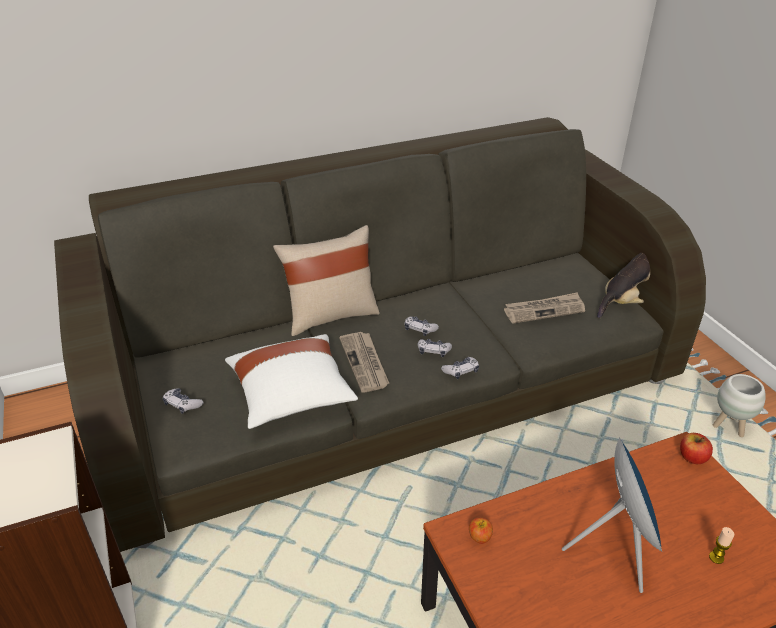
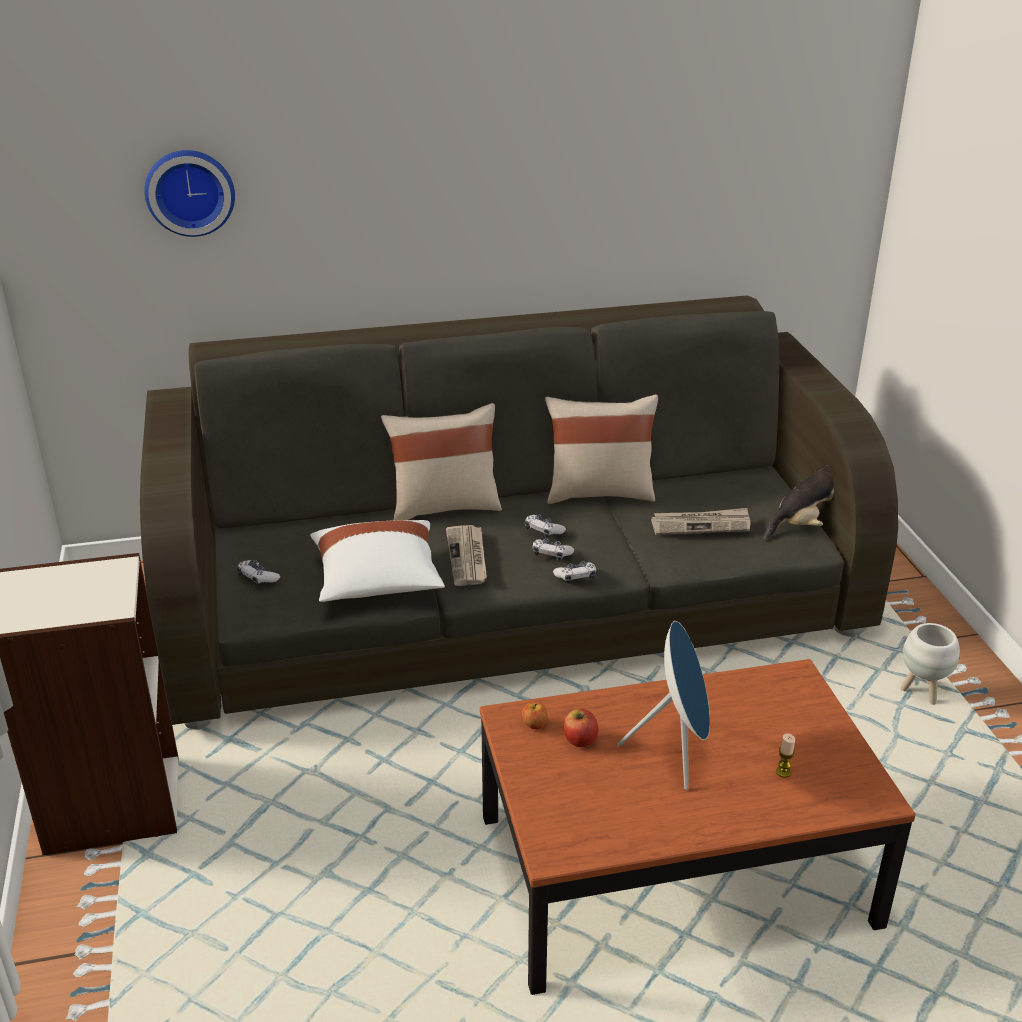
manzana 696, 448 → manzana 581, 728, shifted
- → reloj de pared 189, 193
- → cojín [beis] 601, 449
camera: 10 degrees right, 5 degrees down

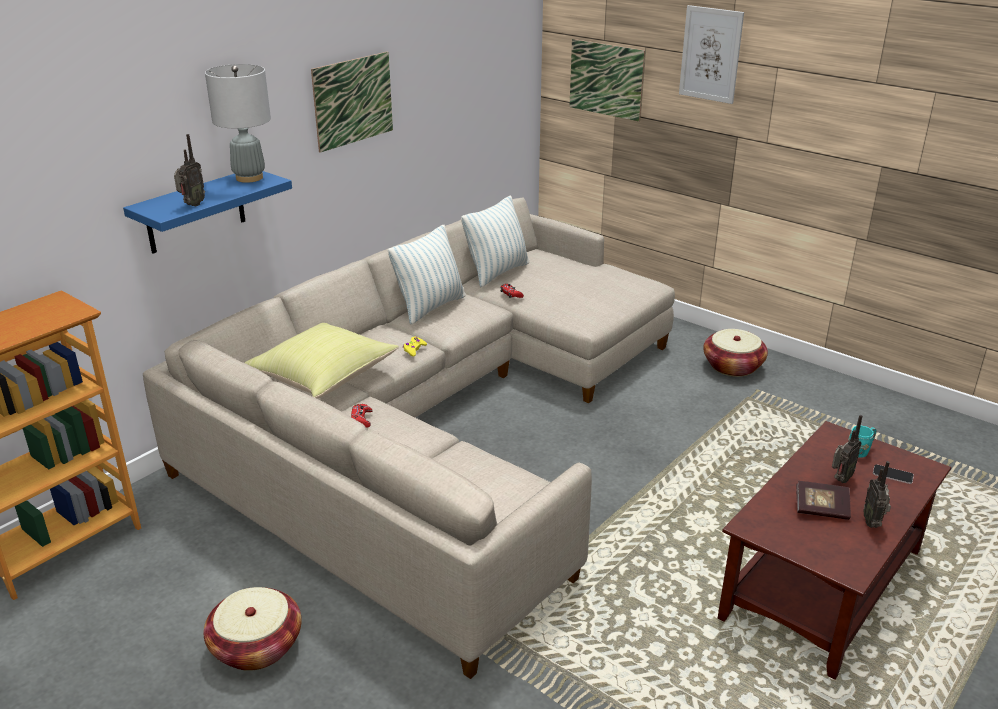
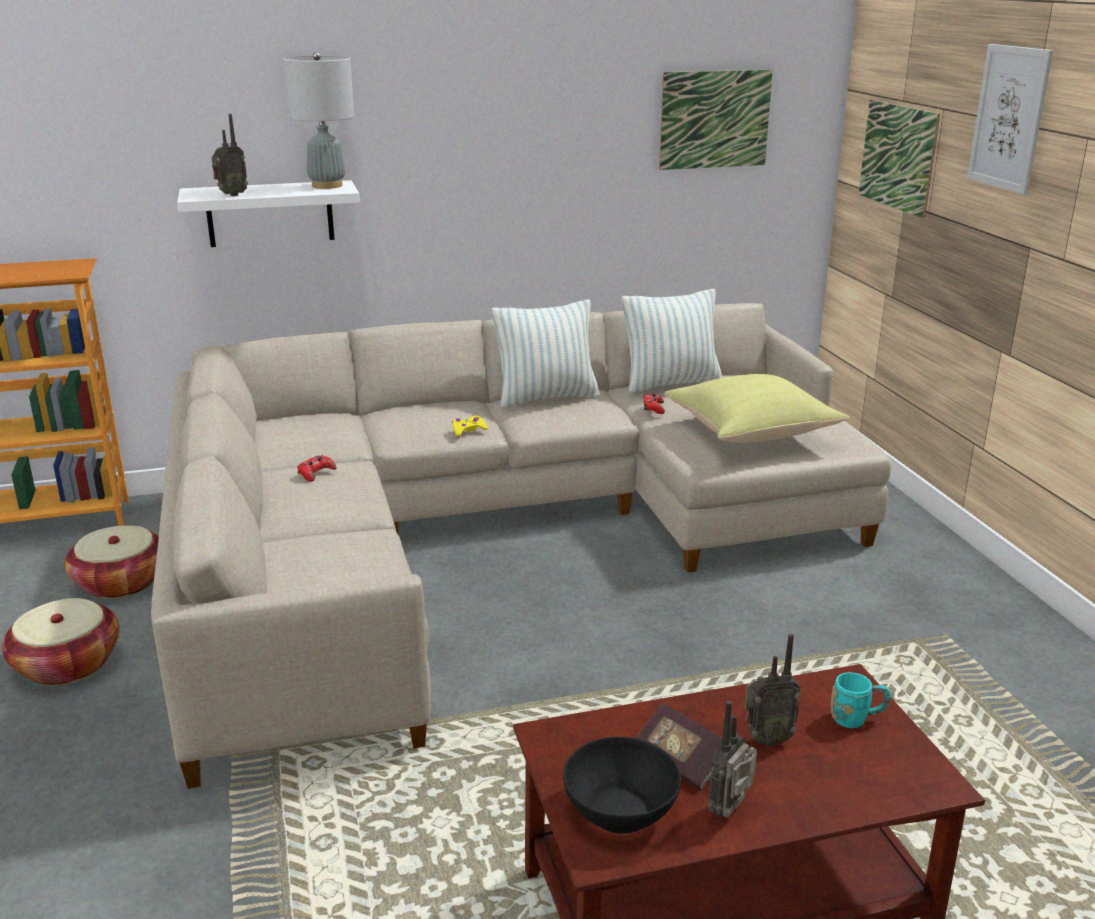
cuadro 352, 102 → cuadro 716, 119, shifted
estante [azul] 207, 212 → estante [blanco] 268, 213
cojín [amarillo] 322, 361 → cojín [amarillo] 757, 408, shifted
cesta 735, 353 → cesta 112, 562, shifted
móvil 893, 474 → -
- → cuenco [negro] 622, 785
camera: 35 degrees right, 5 degrees down

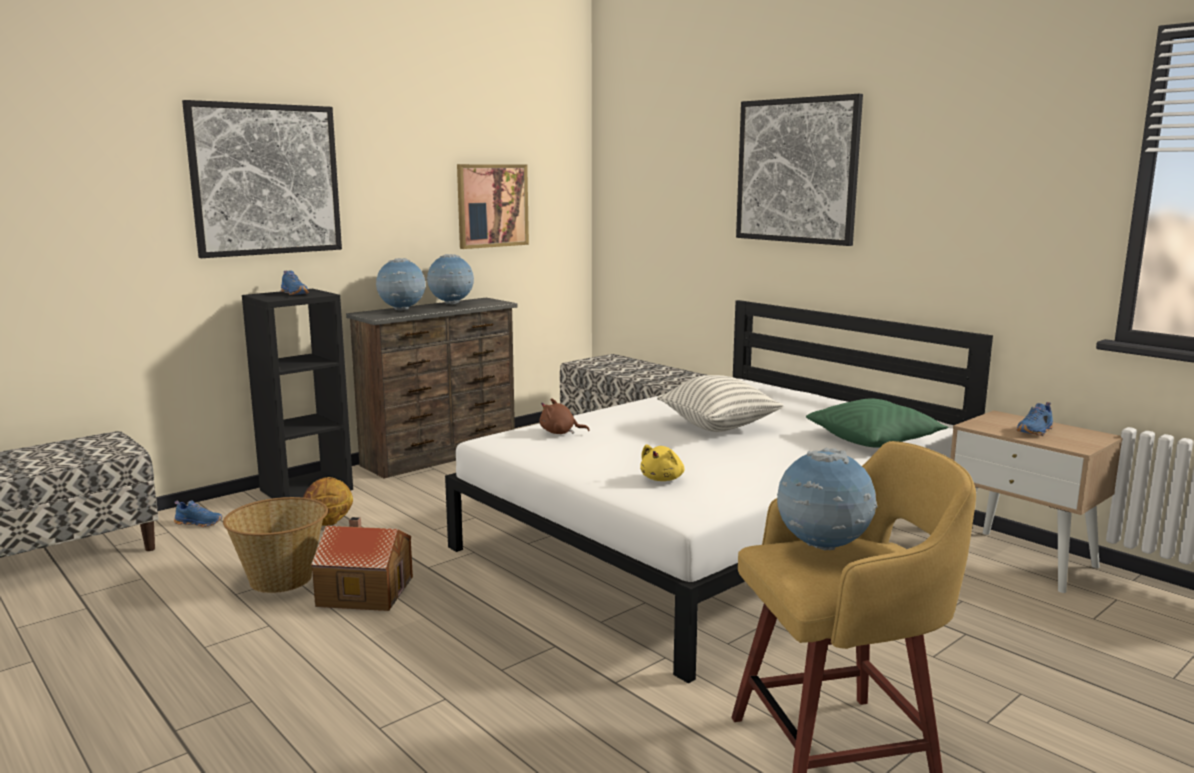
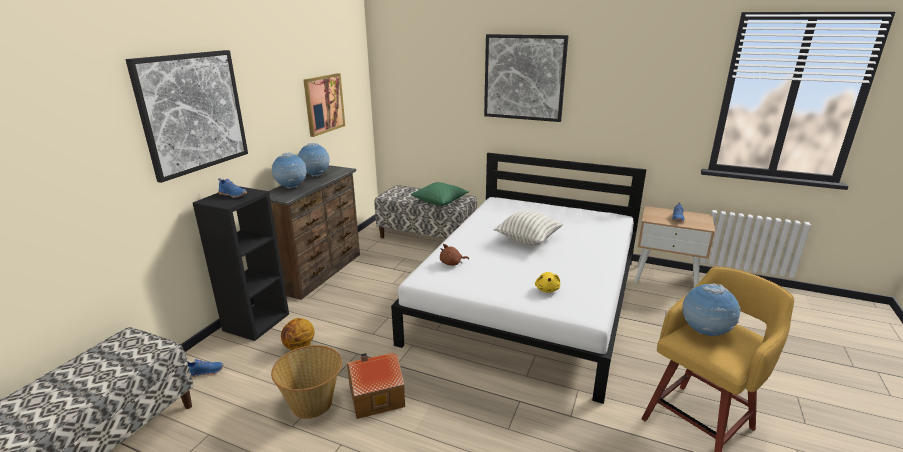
cojín [verde] 877, 423 → cojín [verde] 440, 194, shifted
camera: 25 degrees left, 10 degrees up

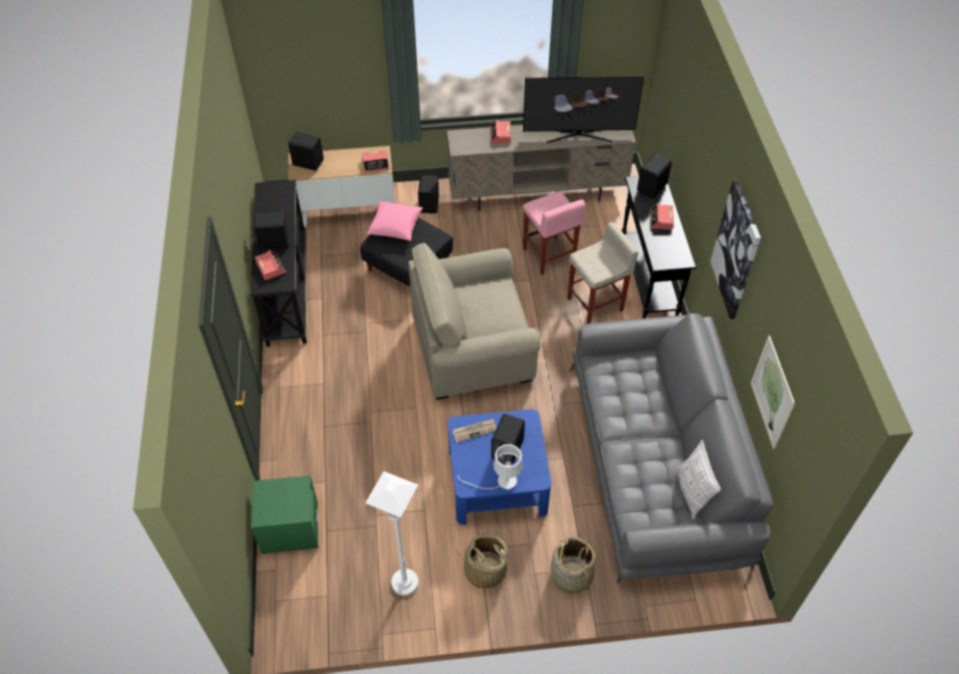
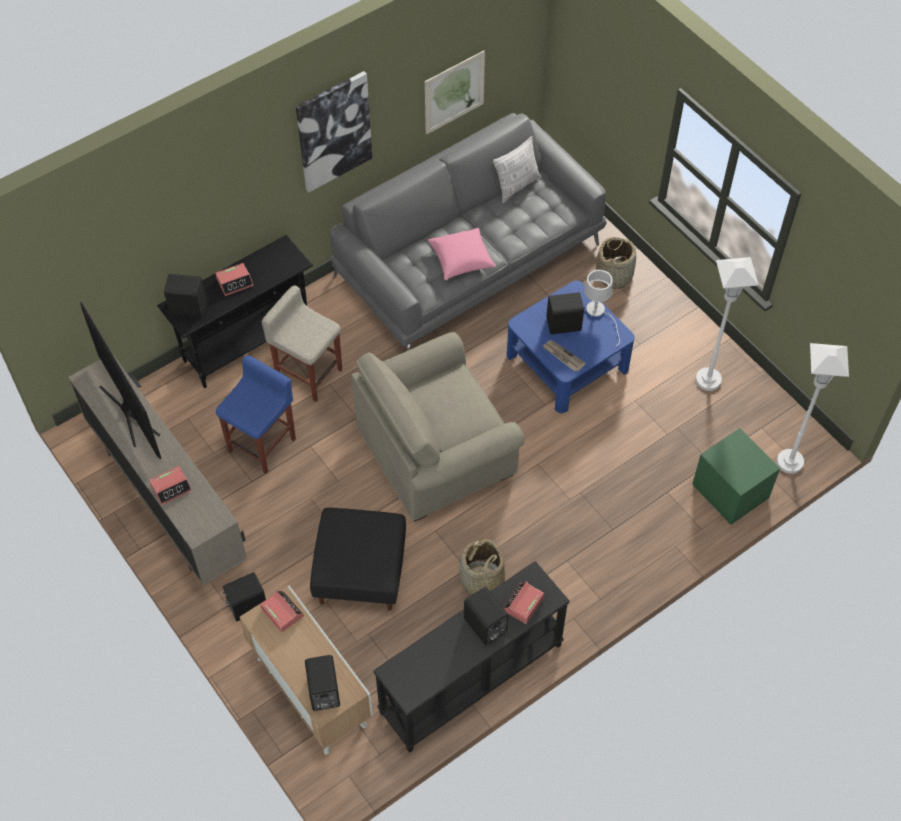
taburete [rosa] 554, 233 → taburete [azul] 256, 414
cojín [rosa] 394, 221 → cojín [rosa] 462, 254, shifted
sillón [beis] 474, 321 → sillón [beis] 438, 427, 105 degrees clockwise
cesta 484, 561 → cesta 482, 567, shifted
- → lámpara de pie [blanco] 813, 408
camera: 120 degrees left, 5 degrees up

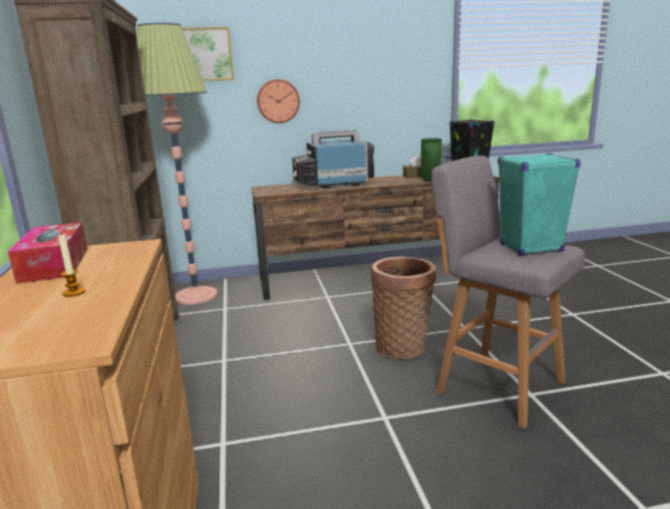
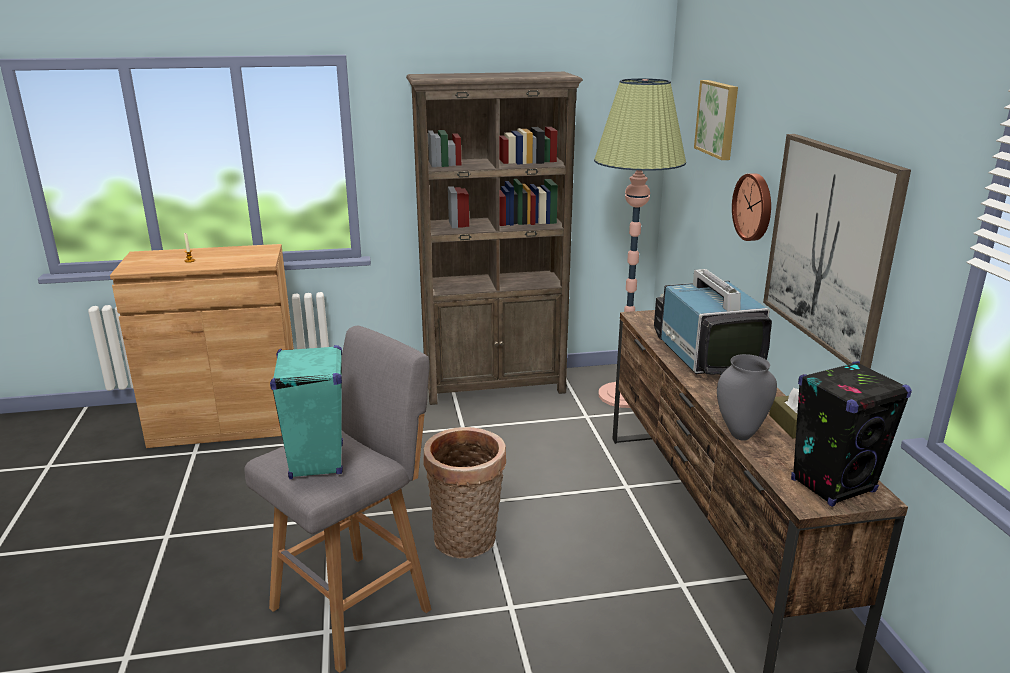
florero [verde] 431, 160 → florero [gris] 747, 397
caja de pañuelos 47, 253 → -
- → cuadro 837, 251
camera: 90 degrees right, 5 degrees up

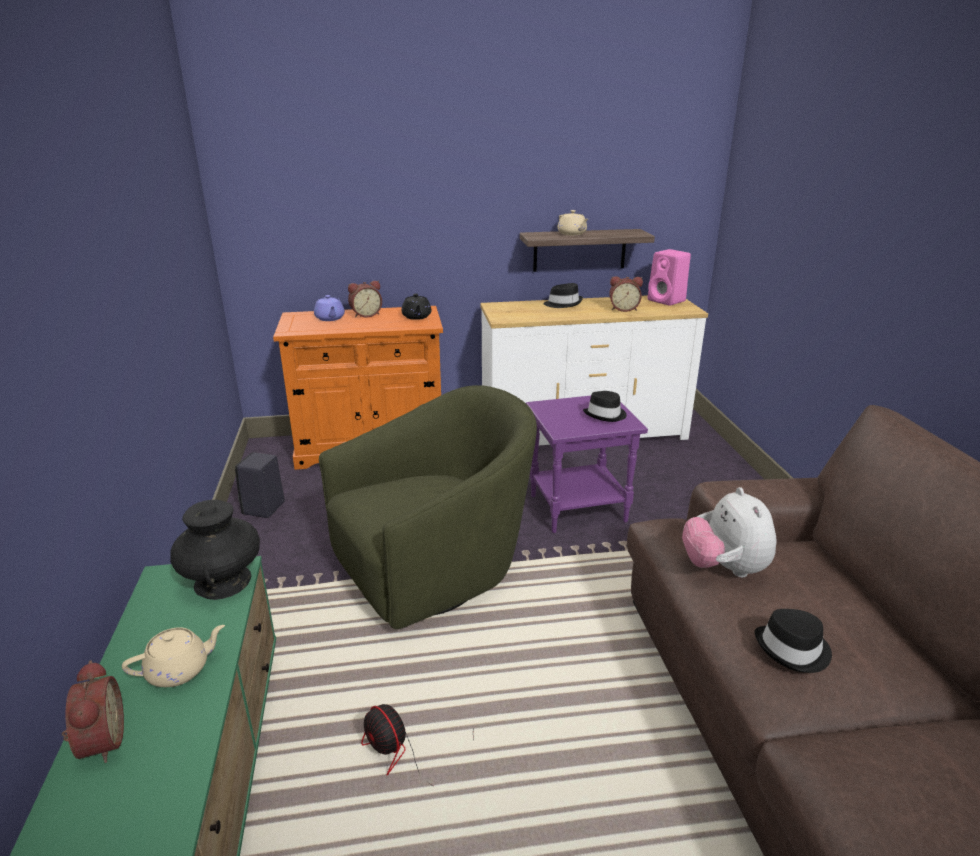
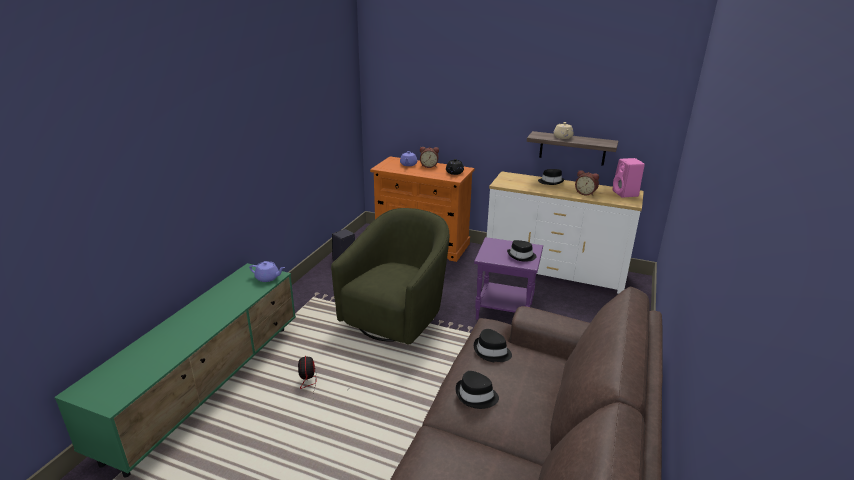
sillón [verde] 428, 507 → sillón [verde] 390, 276, 60 degrees counterclockwise
peluche 729, 532 → sombrero [negro] 493, 345
florero [negro] 215, 550 → tetera [morado] 267, 271
tetera [beis] 173, 656 → -
despertador 93, 711 → -
camera: 30 degrees right, 0 degrees up

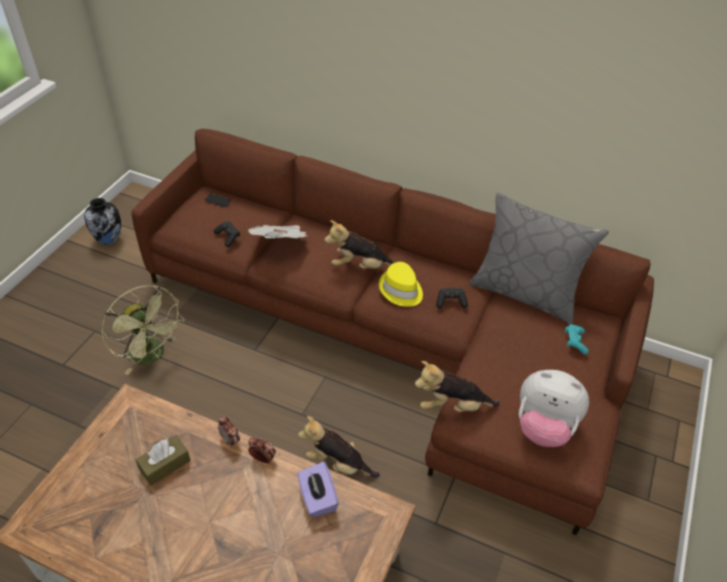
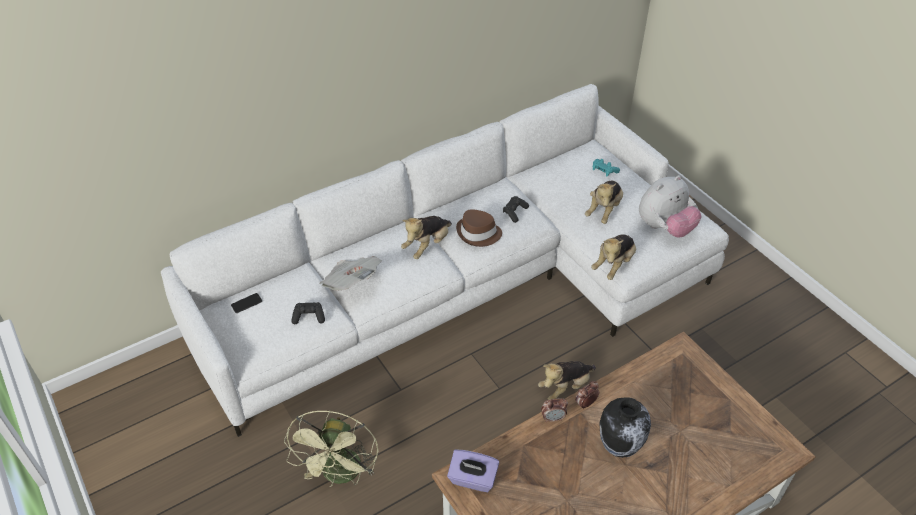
sofá [marrón] 392, 332 → sofá [blanco] 445, 260
cojín [gris] 539, 258 → -
florero 102, 221 → florero 625, 427, shifted
sombrero [amarillo] 401, 284 → sombrero [marrón] 479, 228
ventilador [verde] 143, 330 → ventilador [verde] 331, 449, 105 degrees clockwise
caja de pañuelos [marrón] 163, 460 → -
caja de pañuelos [morado] 318, 490 → caja de pañuelos [morado] 473, 471, shifted
- → peluche 604, 202
camera: 55 degrees left, 0 degrees up

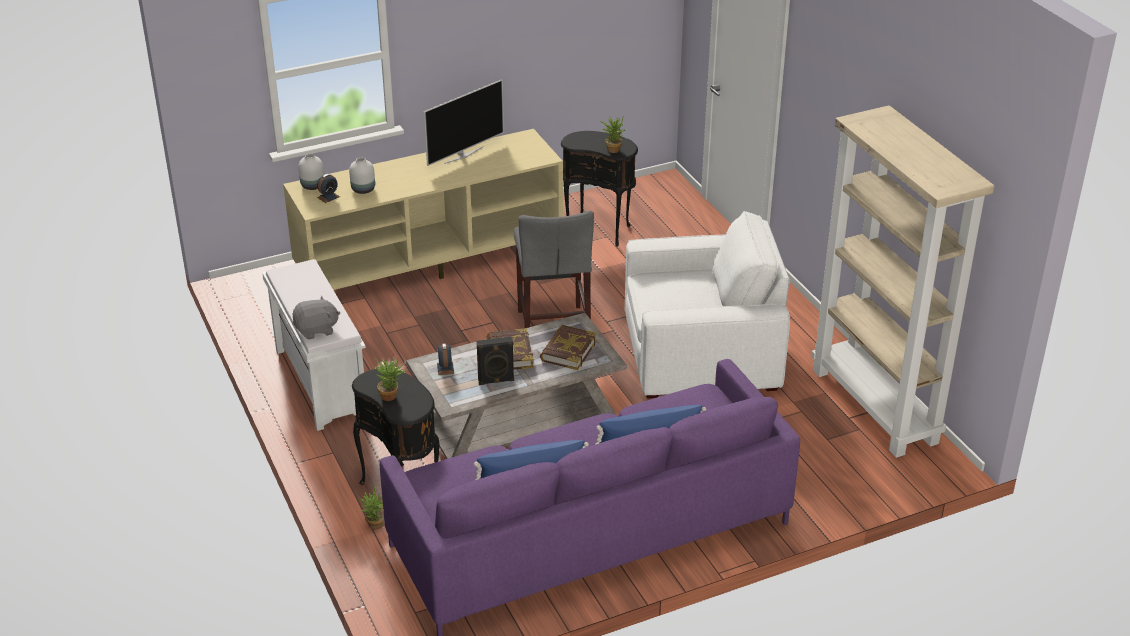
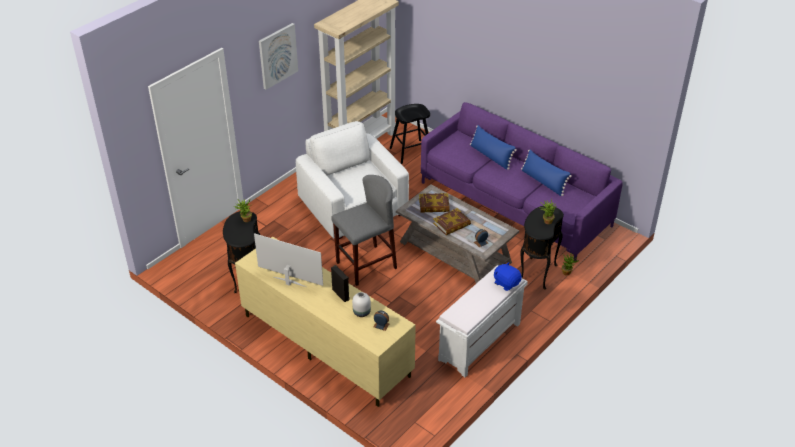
florero [blanco] 311, 171 → -
peluche [gris] 316, 318 → peluche [azul] 508, 276
altavoz [negro] 495, 361 → altavoz [negro] 340, 283, shifted
- → cuadro 278, 56
- → taburete [negro] 410, 134
camera: 115 degrees left, 5 degrees up

